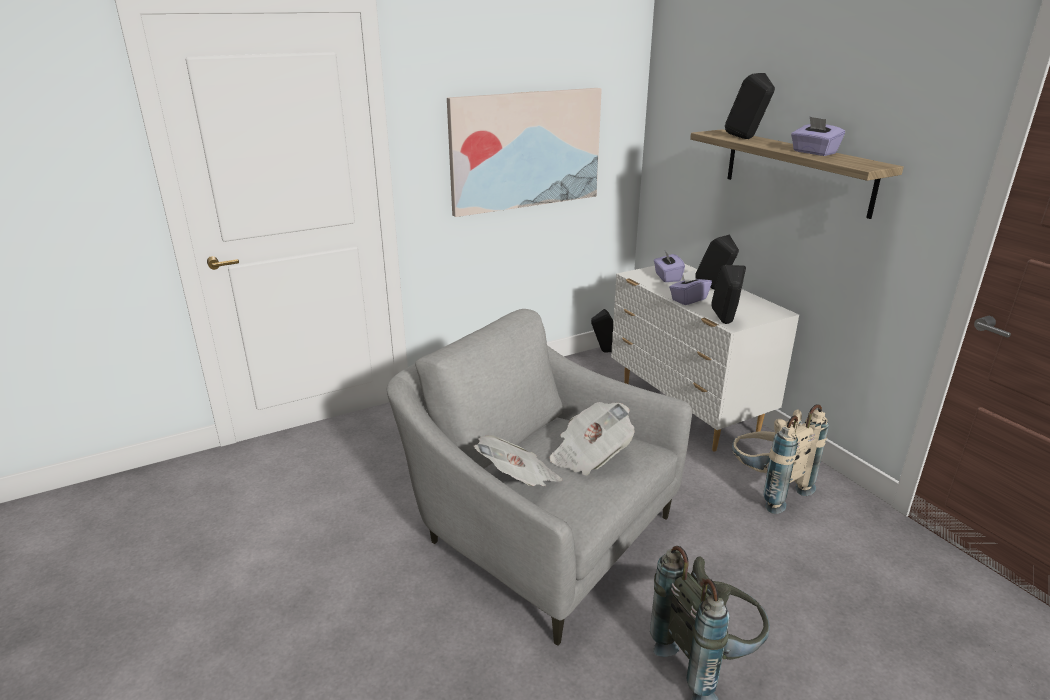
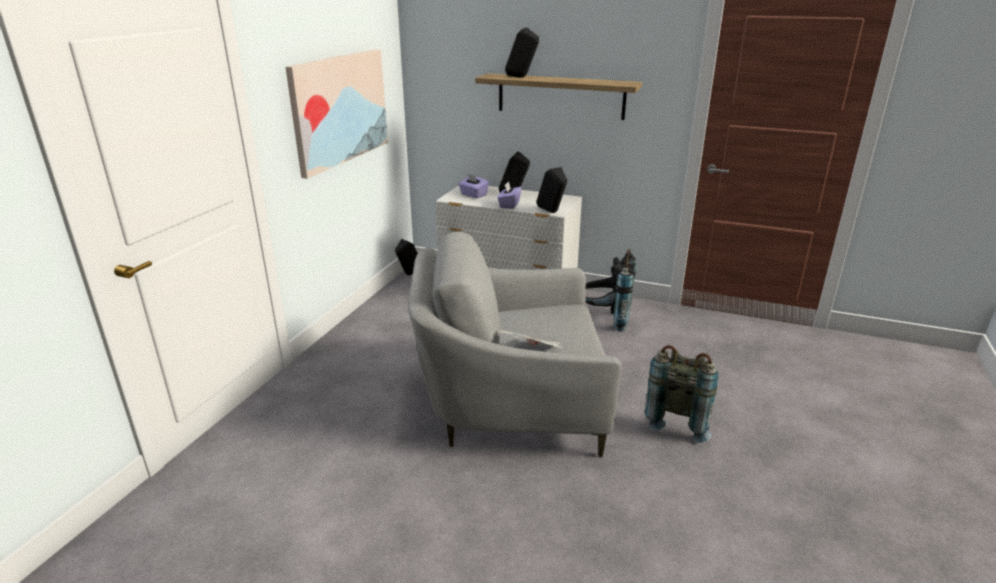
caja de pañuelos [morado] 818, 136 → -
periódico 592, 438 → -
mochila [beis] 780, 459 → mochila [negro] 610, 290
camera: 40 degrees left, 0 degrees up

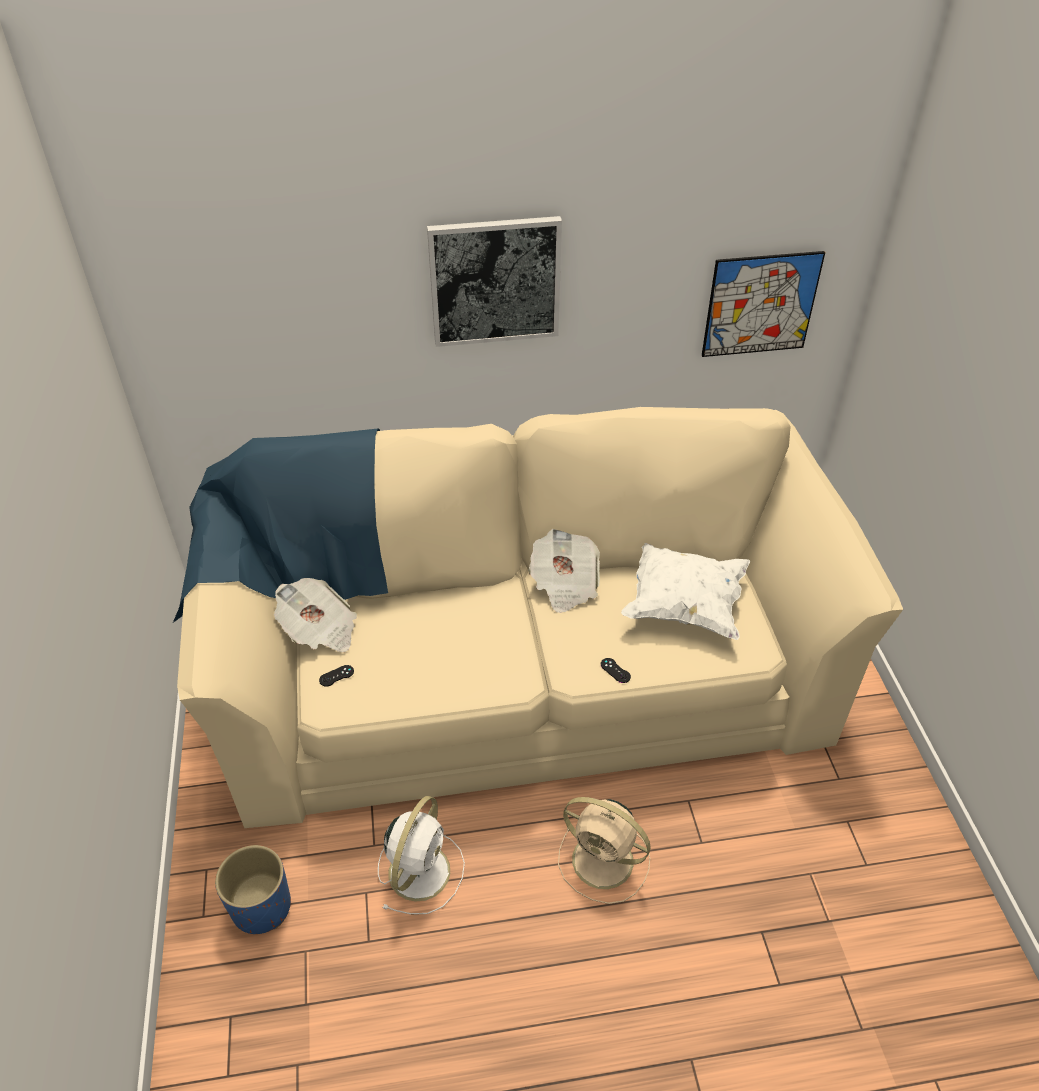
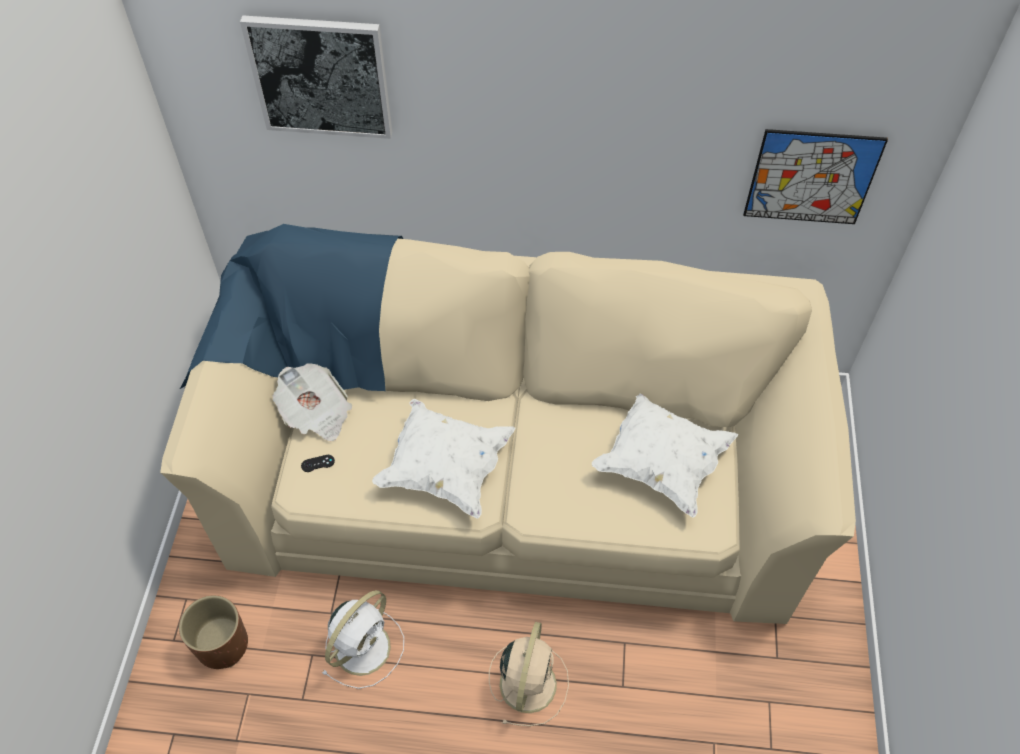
cuadro 494, 281 → cuadro 316, 77, shifted
periódico 564, 571 → -
mando de consola [negro] 616, 670 → -
ventilador [beis] 604, 850 → ventilador [beis] 529, 674, 120 degrees counterclockwise
maceta [azul] 253, 889 → maceta [marrón] 213, 632
- → cojín [blanco] 443, 459
camera: 15 degrees right, 10 degrees up

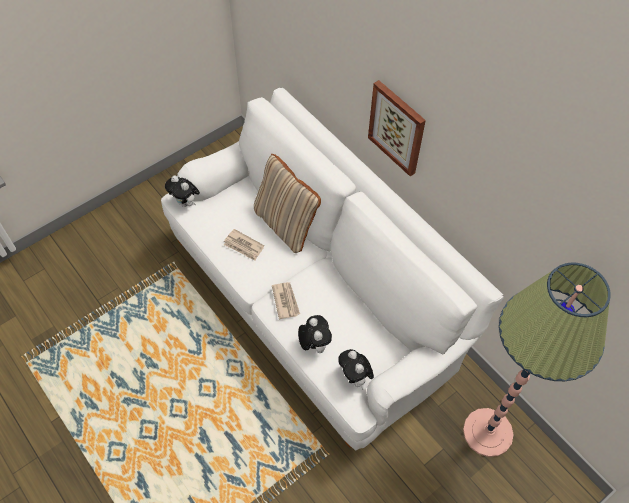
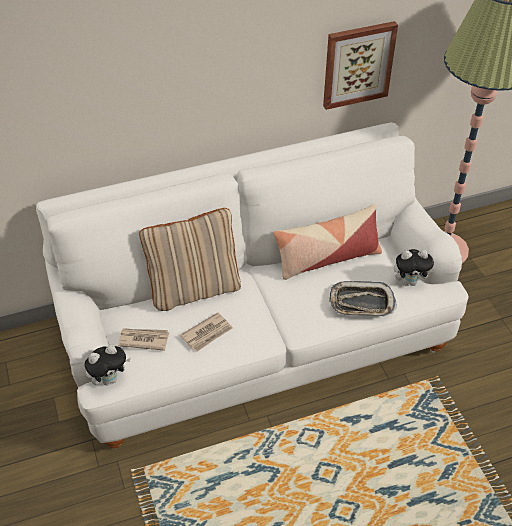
cuadro 397, 128 → cuadro 360, 65, shifted
periódico 286, 300 → periódico 143, 339, shifted
peluche 315, 334 → bandeja 363, 298
- → cojín 327, 242
camera: 70 degrees left, 10 degrees down

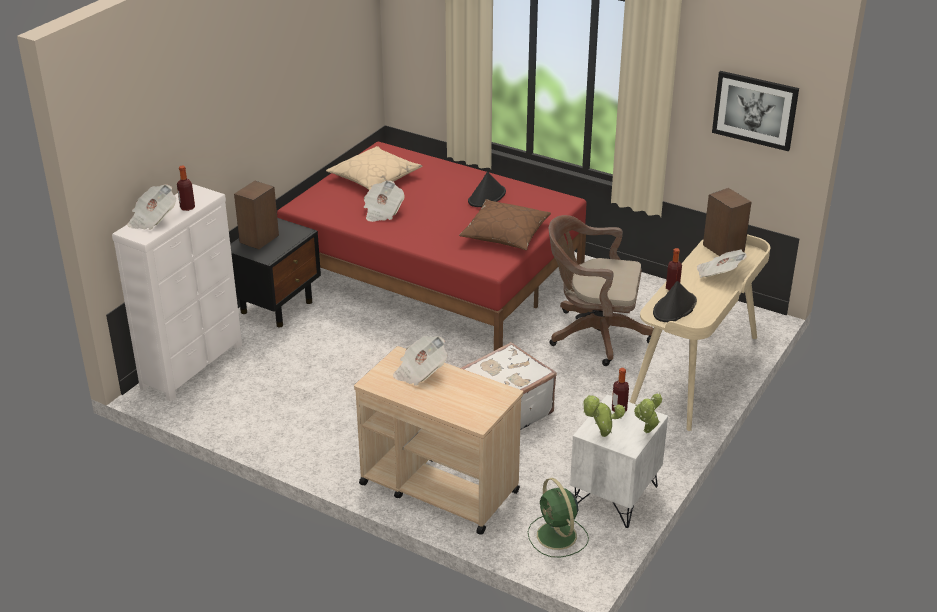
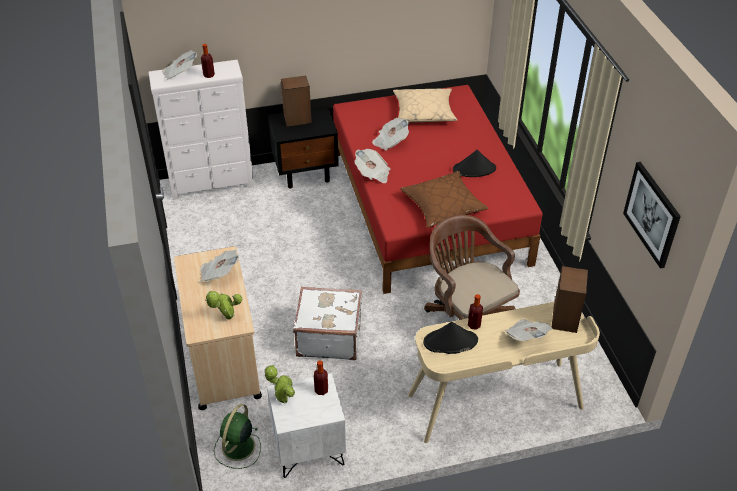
planta en maceta 648, 413 → planta en maceta 224, 305, shifted
- → periódico 373, 166
camera: 45 degrees right, 10 degrees up

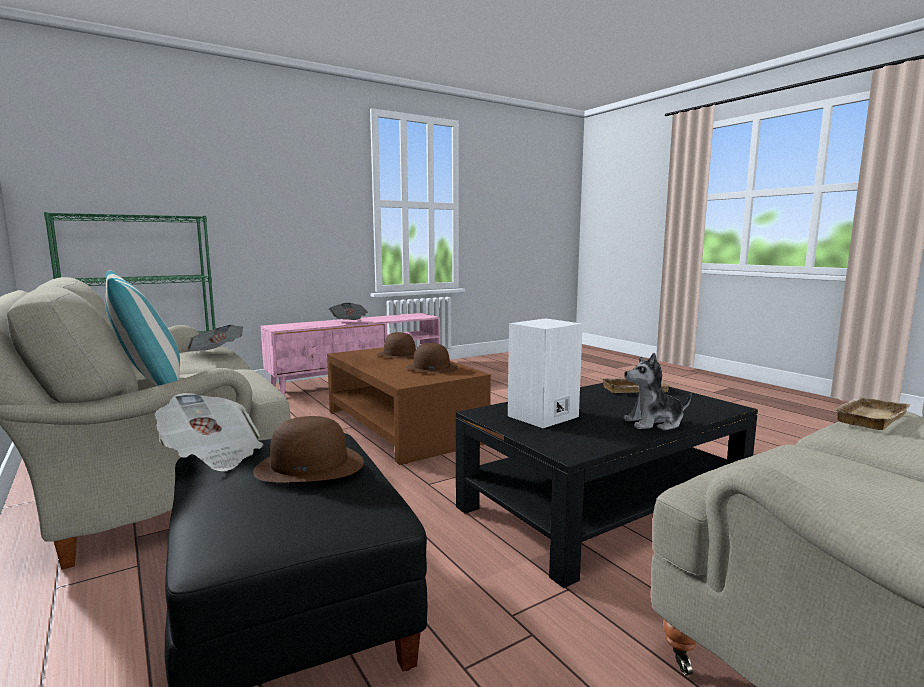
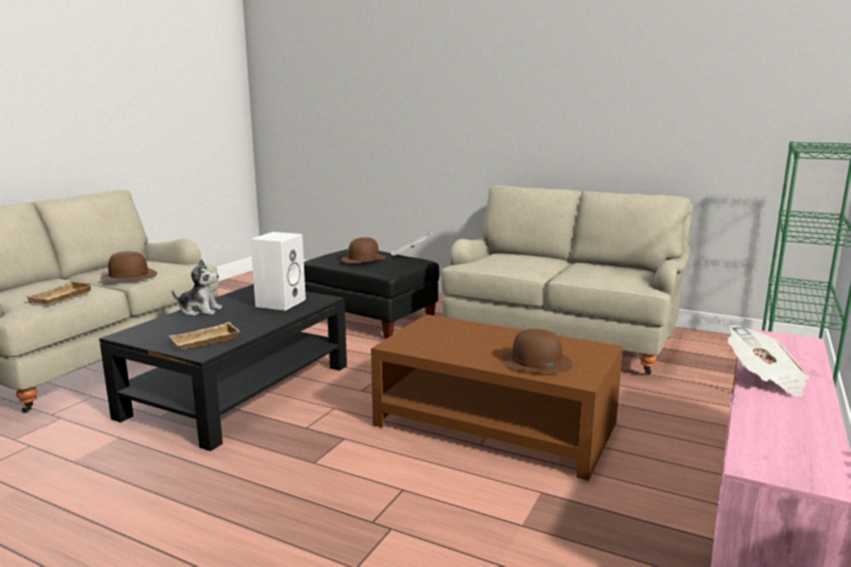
cojín 142, 328 → -
periódico 215, 338 → -
sombrero [marrón] 431, 358 → sombrero [marrón] 128, 265, shifted
peluche 657, 392 → peluche 197, 287, 45 degrees clockwise
camera: 150 degrees right, 5 degrees up

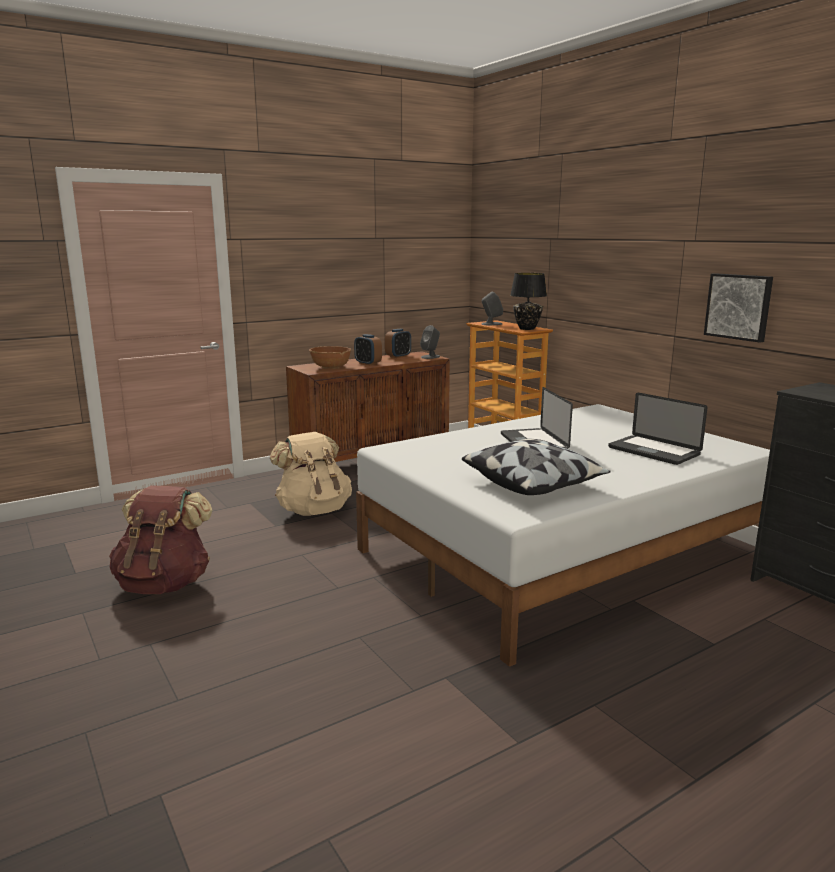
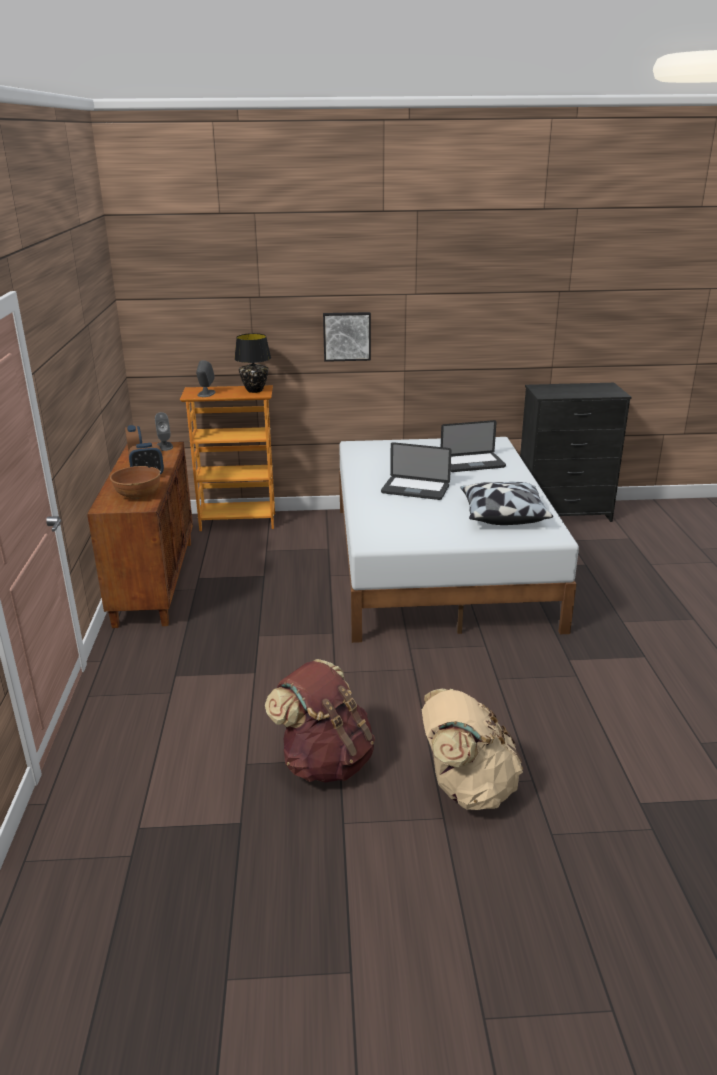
cuadro 738, 308 → cuadro 347, 337, shifted
mochila [beis] 311, 474 → mochila [beis] 472, 749, shifted
camera: 60 degrees left, 10 degrees up

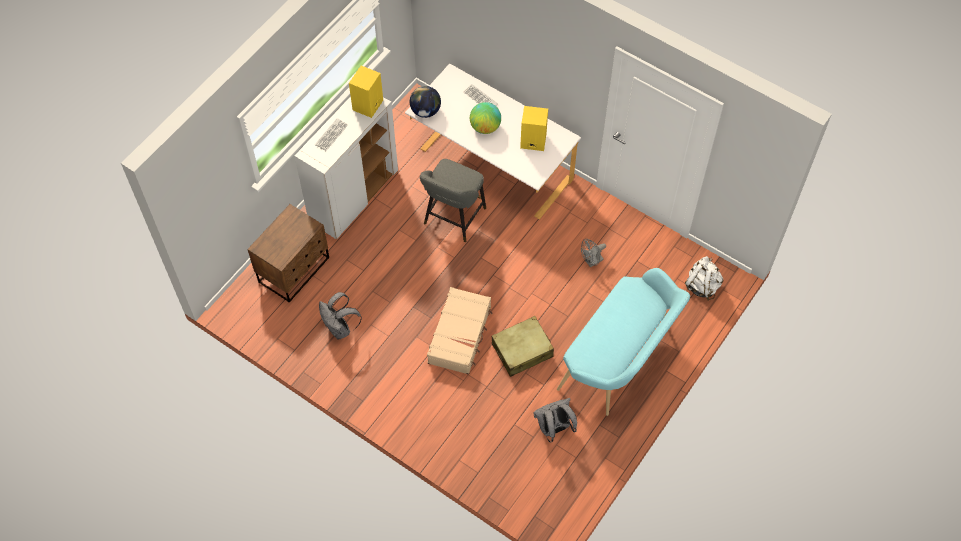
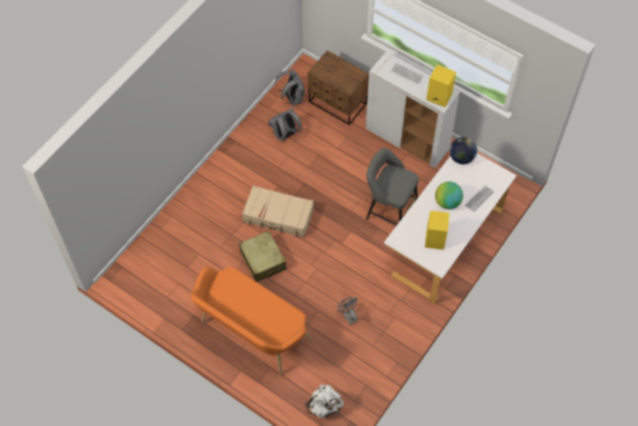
banco [turquesa] 623, 342 → banco [naranja] 251, 320
mochila [gris] 555, 420 → mochila [gris] 290, 87, shifted
camera: 90 degrees right, 0 degrees up

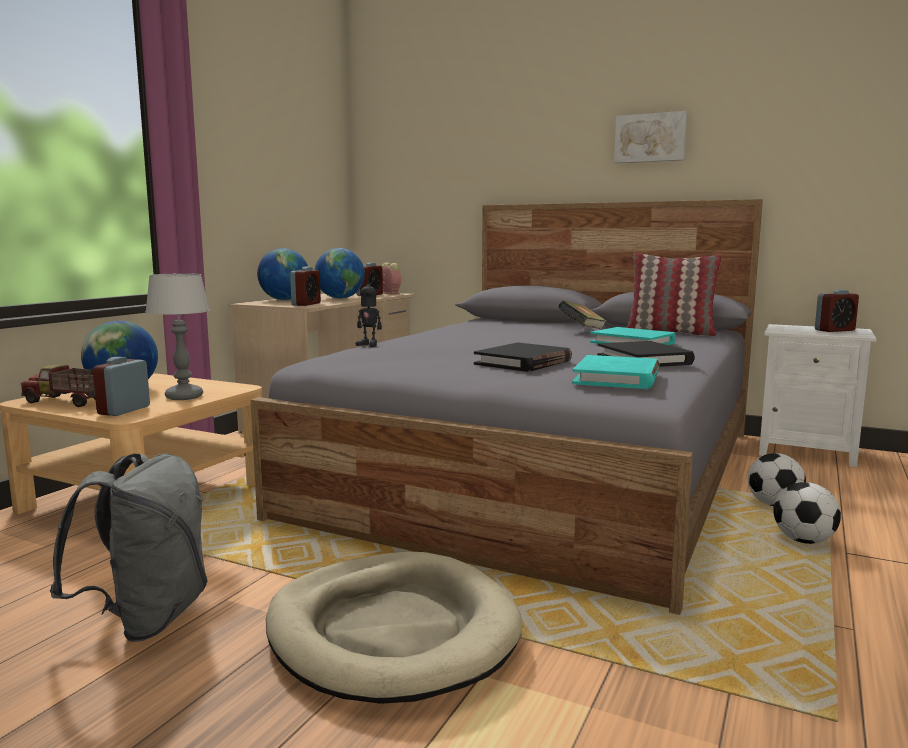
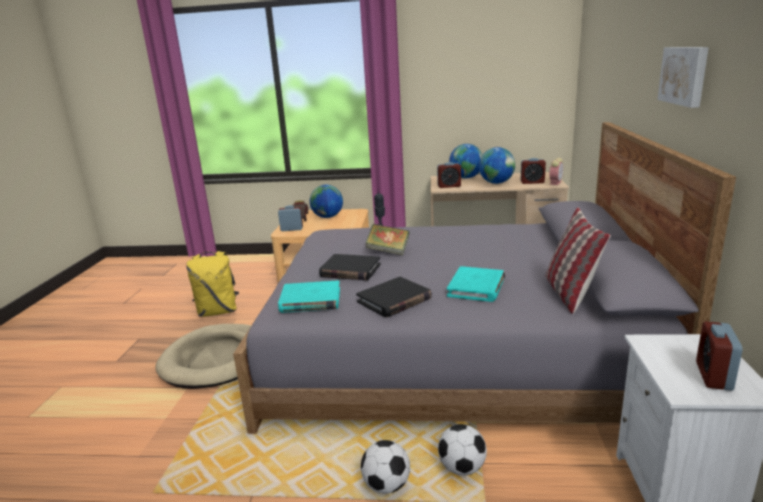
lámpara de mesa 177, 336 → -
despertador 837, 311 → despertador 719, 356, 60 degrees clockwise
libro 582, 315 → libro 387, 239, shifted
mochila [gris] 128, 547 → mochila [amarillo] 212, 284
camera: 70 degrees right, 10 degrees up

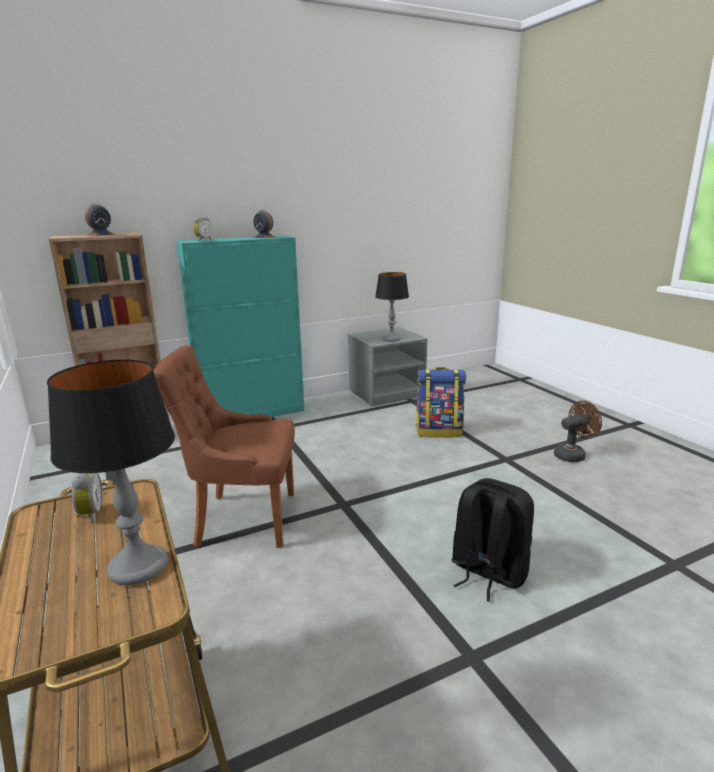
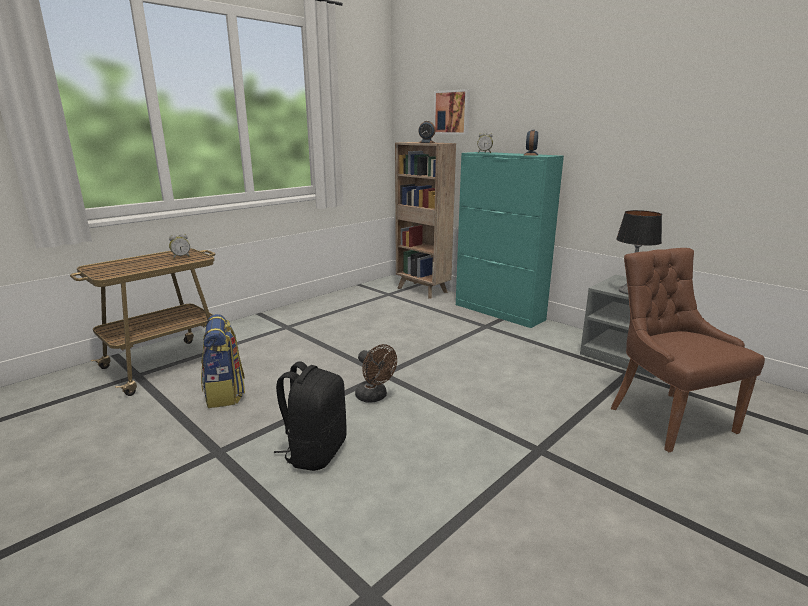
silla [marrón] 224, 446 → silla [marrón] 688, 350, shifted
lámpara de mesa 111, 472 → -
mochila 441, 402 → mochila 223, 361, shifted
ventilador [marrón] 578, 431 → ventilador [marrón] 376, 373, shifted
- → cuadro 451, 112
camera: 70 degrees right, 0 degrees up

